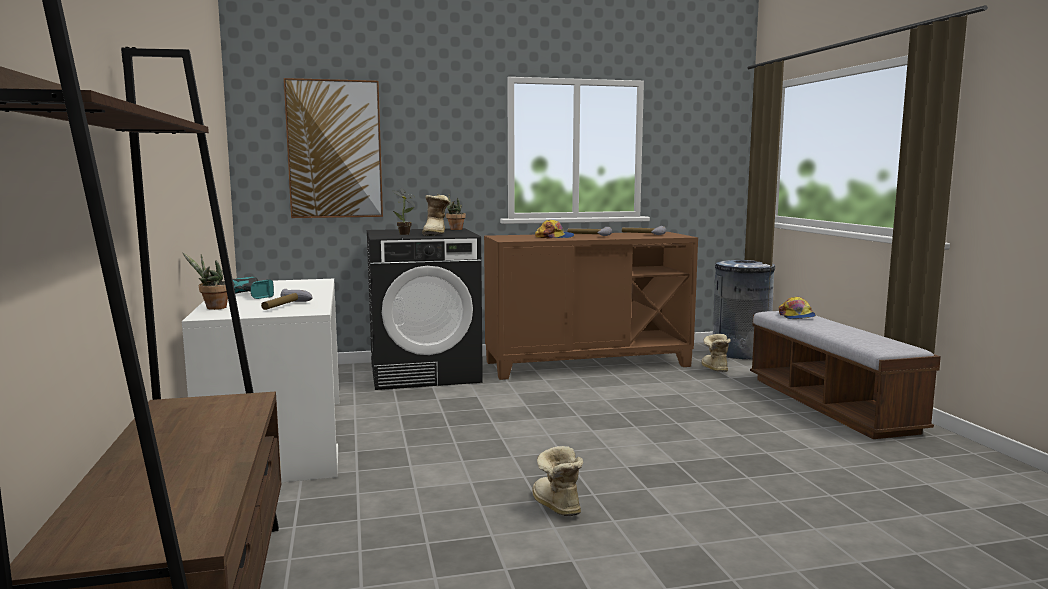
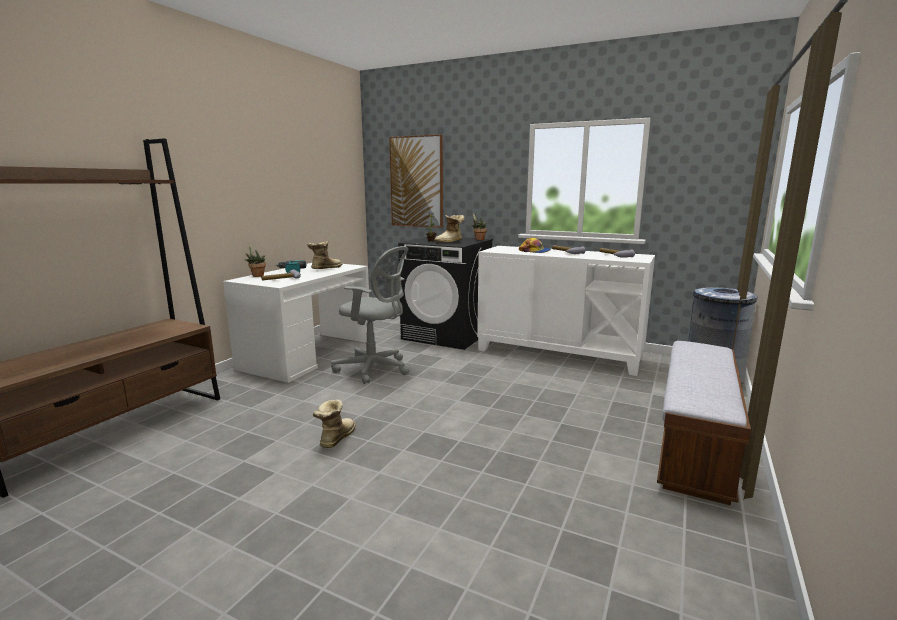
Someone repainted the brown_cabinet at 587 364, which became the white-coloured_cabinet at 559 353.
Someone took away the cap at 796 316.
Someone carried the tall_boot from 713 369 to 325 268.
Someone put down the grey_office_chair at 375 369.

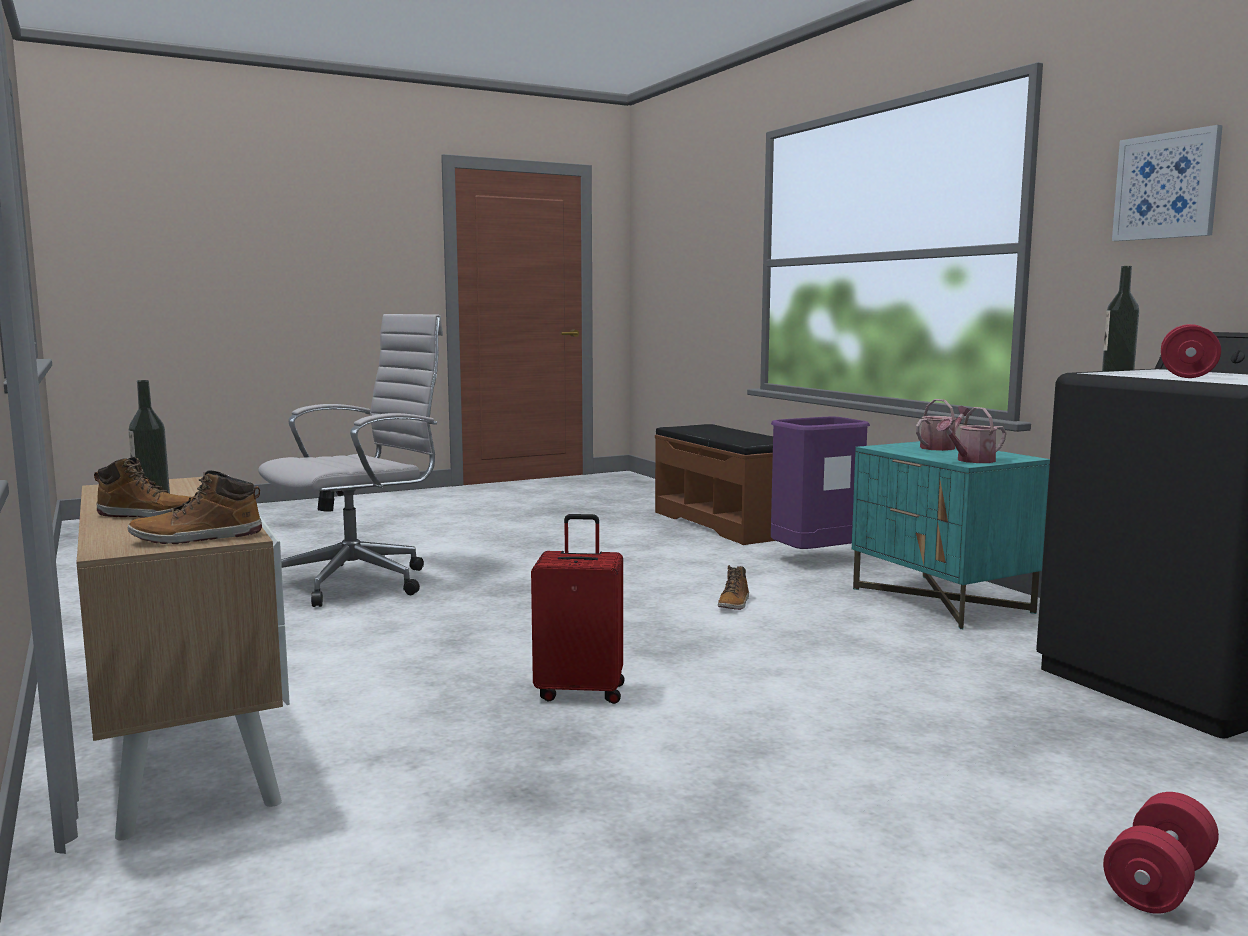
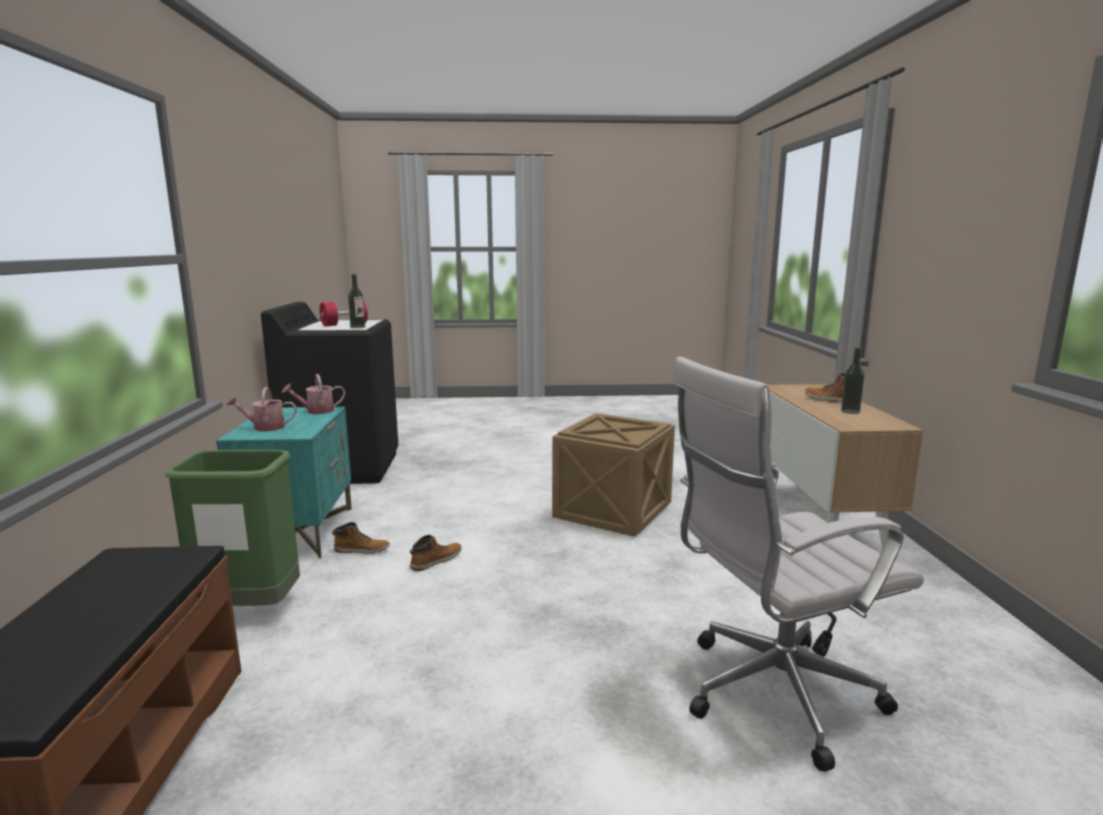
Someone took away the wall_picture at 1166 186.
Someone rotated the sprinkling_can at 971 460 by 150 degrees clockwise.
Someone repainted the purple-coloured_waste_bin at 815 560, which became the green-coloured_waste_bin at 249 610.
Someone carried the tall_boot from 197 538 to 362 550.
Someone swapped the red-coloured_suitcase at 581 691 for the packing_crate at 612 512.
Someone took away the red-coloured_free_weight at 1158 882.

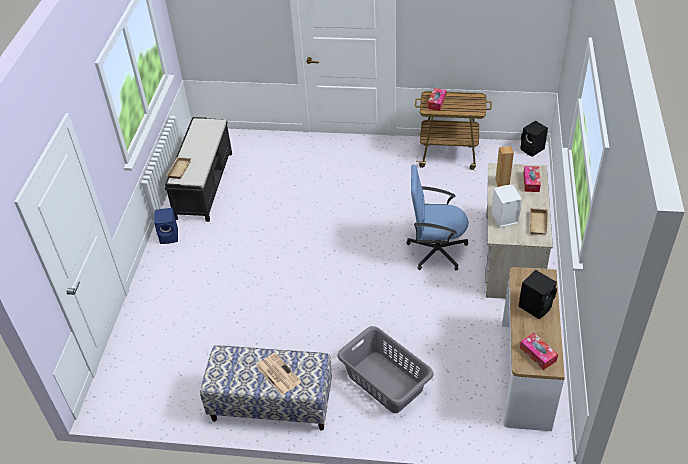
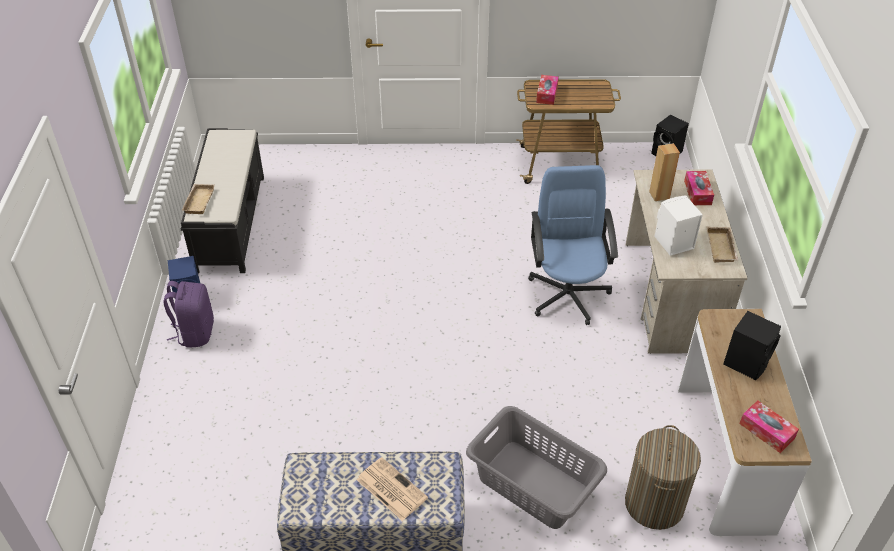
Someone rotated the bluish_office_chair at 436 251 by 90 degrees clockwise.
Someone put down the purple-coloured_backpack at 195 332.
Someone put down the washing_basket at 654 504.

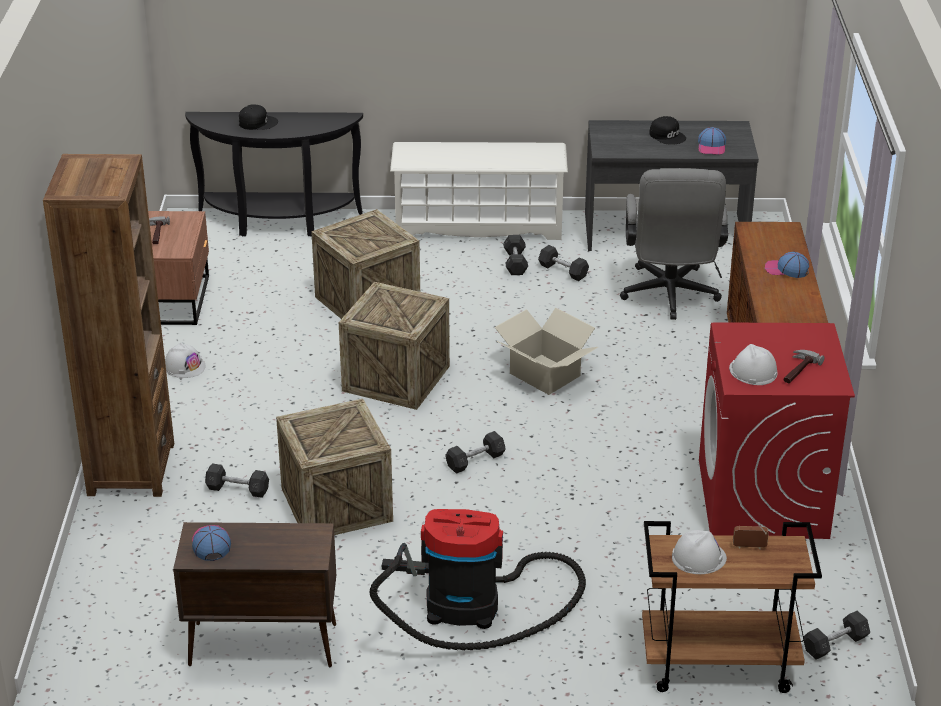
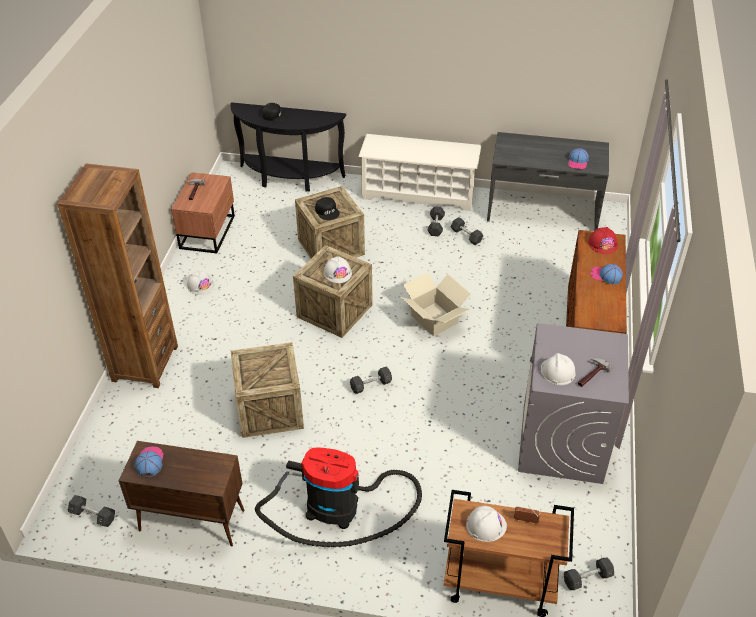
Someone carried the blackish_cap from 667 135 to 327 211.
Someone took away the grey_office_chair at 669 297.
Someone repainted the red-coloured_laundry_machine at 763 499, which became the grey_laundry_machine at 562 443.
Someone carried the grey_free_weight from 237 489 to 93 515.
Someone put down the red-coloured_safety_helmet at 603 244.
Someone put down the white-coloured_safety_helmet at 337 273.

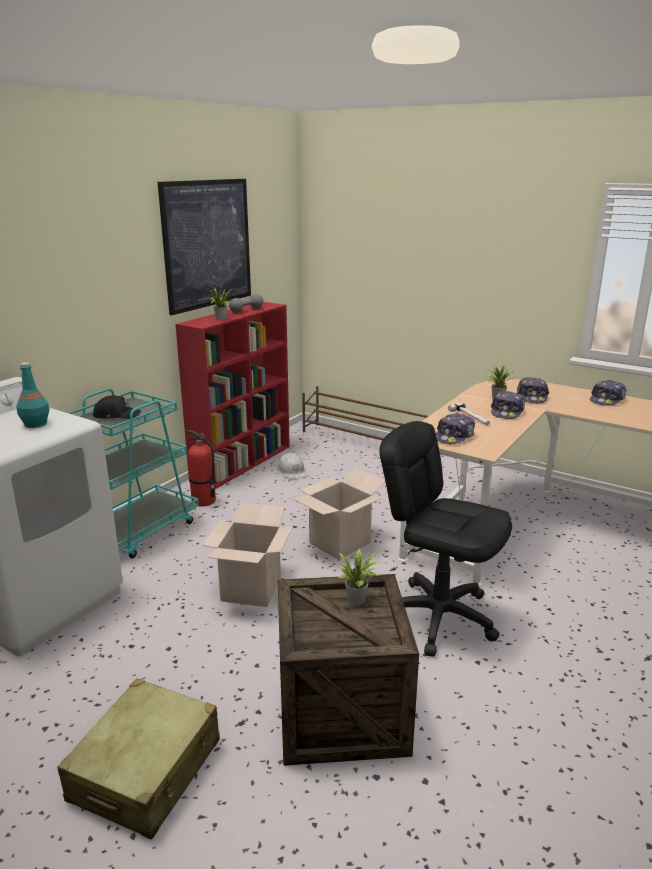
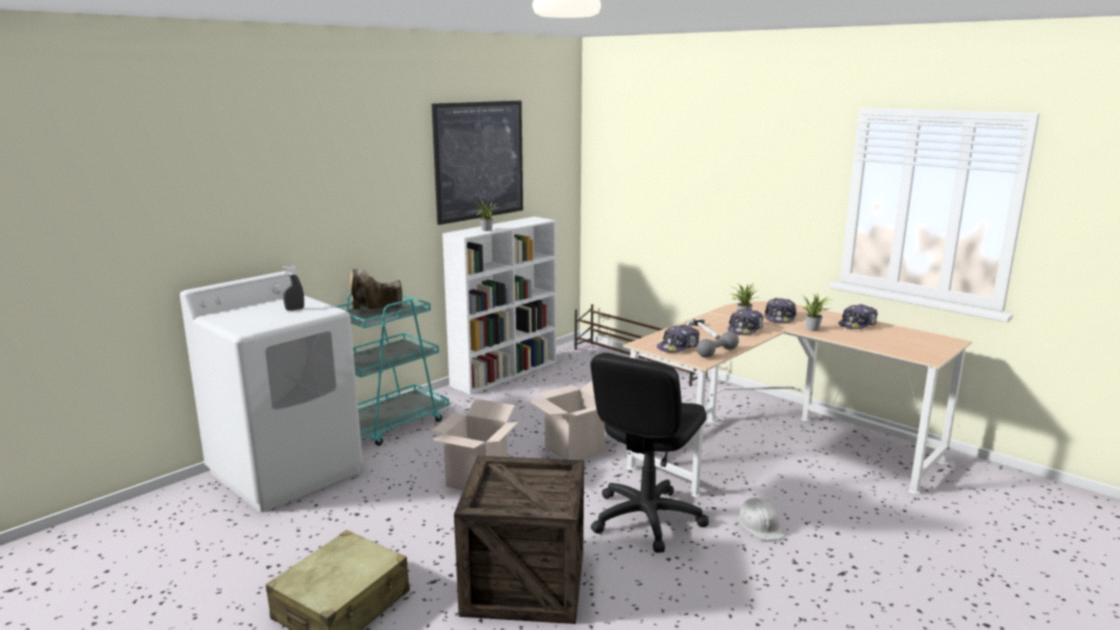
Someone carried the grey_free_weight from 246 310 to 717 353.
Someone repainted the red-coloured_bookshelf at 242 462, which became the white-coloured_bookshelf at 505 373.
Someone swapped the turquoise_bottle at 35 424 for the grey_hand_sprayer at 295 309.
Someone swapped the blackish_cap at 117 415 for the brown_tall_boot at 375 311.
Someone rotated the blackish_office_chair at 438 617 by 105 degrees counterclockwise.
Someone took away the extinguisher at 203 501.
Someone carried the white-coloured_safety_helmet from 292 471 to 759 525.
Someone carried the houseplant from 358 599 to 814 329.

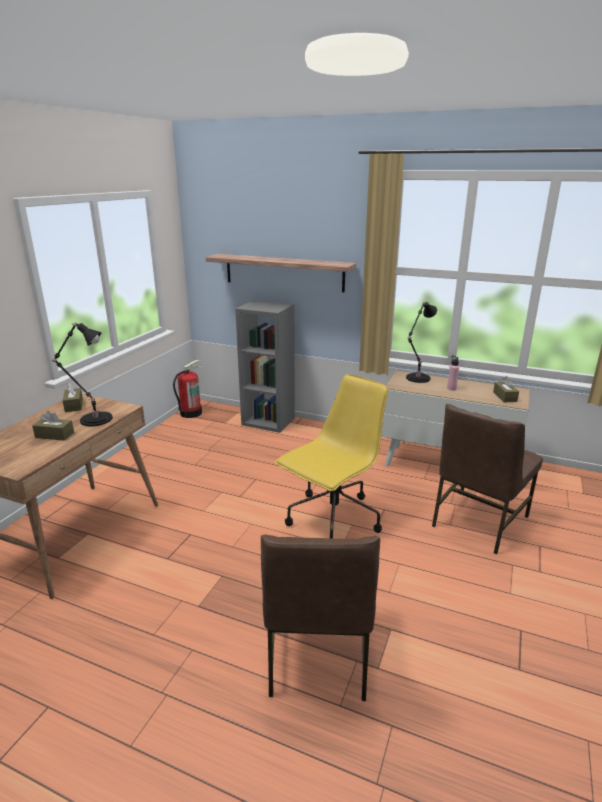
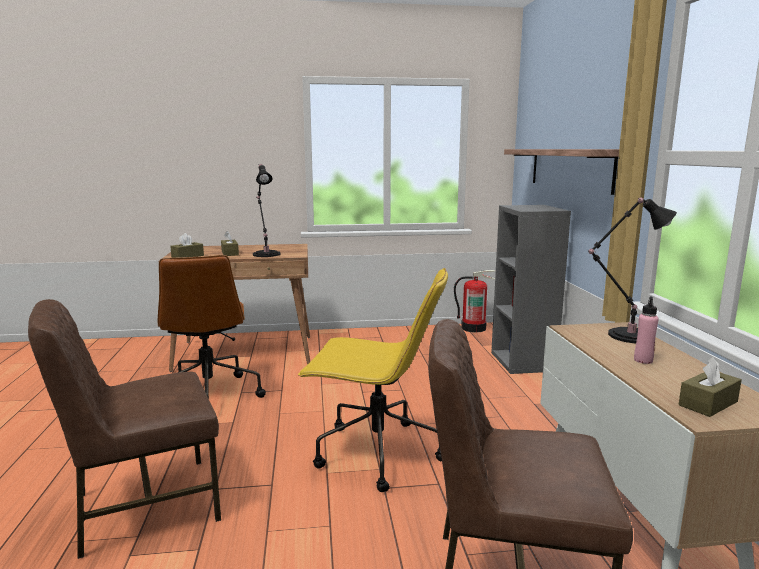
Someone carried the brown_tissue_box from 74 405 to 187 256.
Someone put down the brown_office_chair at 209 396.

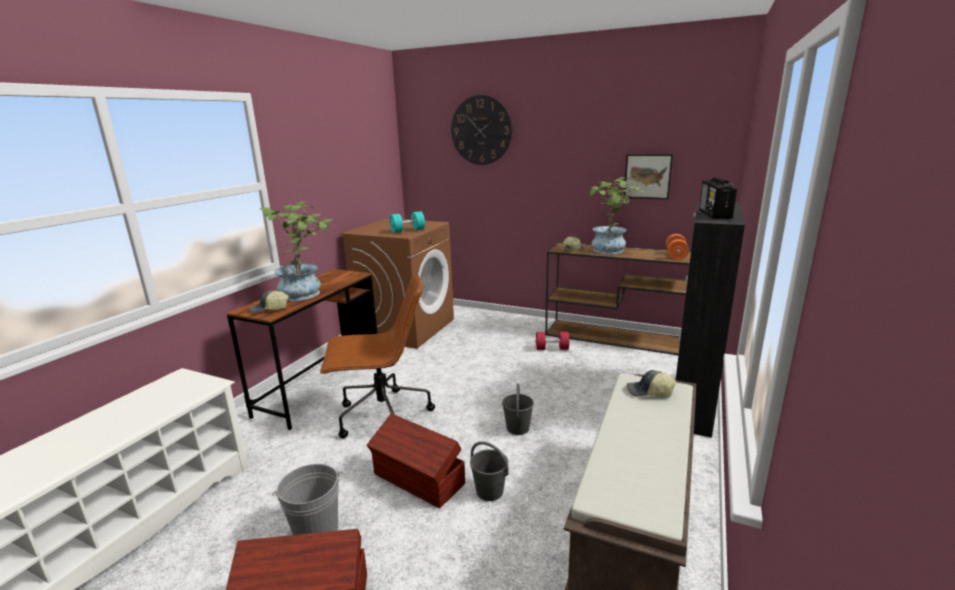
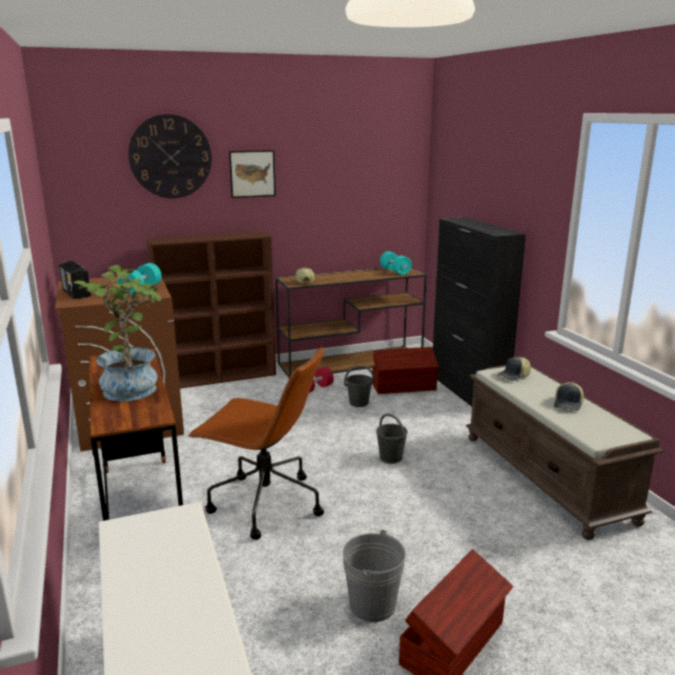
Someone carried the wall_picture from 647 176 to 252 173.
Someone took away the houseplant at 611 251.
Someone carried the radio from 714 215 to 76 293.
Someone repainted the orange_free_weight at 675 255, which became the turquoise_free_weight at 395 271.
Someone rotated the brown_office_chair at 382 417 by 75 degrees clockwise.
Someone carried the cap from 269 309 to 568 404.
Someone carried the brown_storage_bin from 418 480 to 404 387.
Someone carried the grey_water_bucket from 490 491 to 359 403.
Someone put down the brown_bookshelf at 220 377.

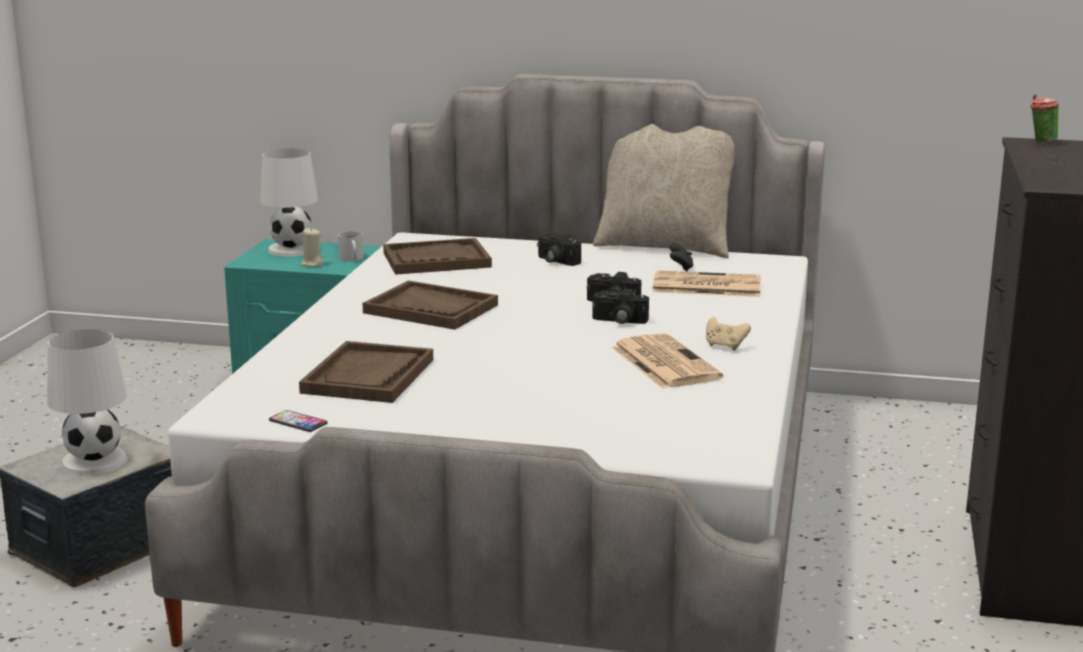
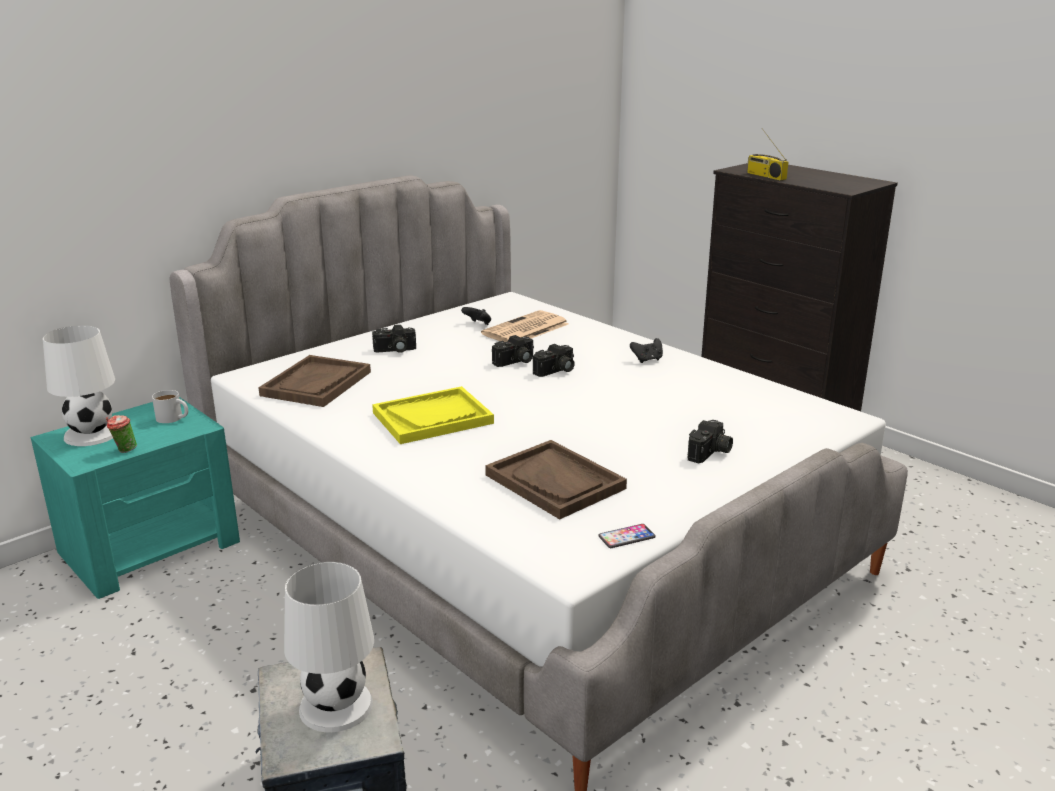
Someone carried the cup from 1041 142 to 124 450.
Someone took away the beige-coloured_pillow at 665 246.
Someone took away the beige-coloured_candle at 312 264.
Someone repainted the brown_carrying_tray at 431 309, which became the yellow_carrying_tray at 433 418.
Someone repainted the beige-coloured_joypad at 725 346, which became the blackish_joypad at 647 360.
Someone took away the newspaper at 663 362.
Someone put down the radio at 765 176.
Someone put down the still_camera at 710 453.

